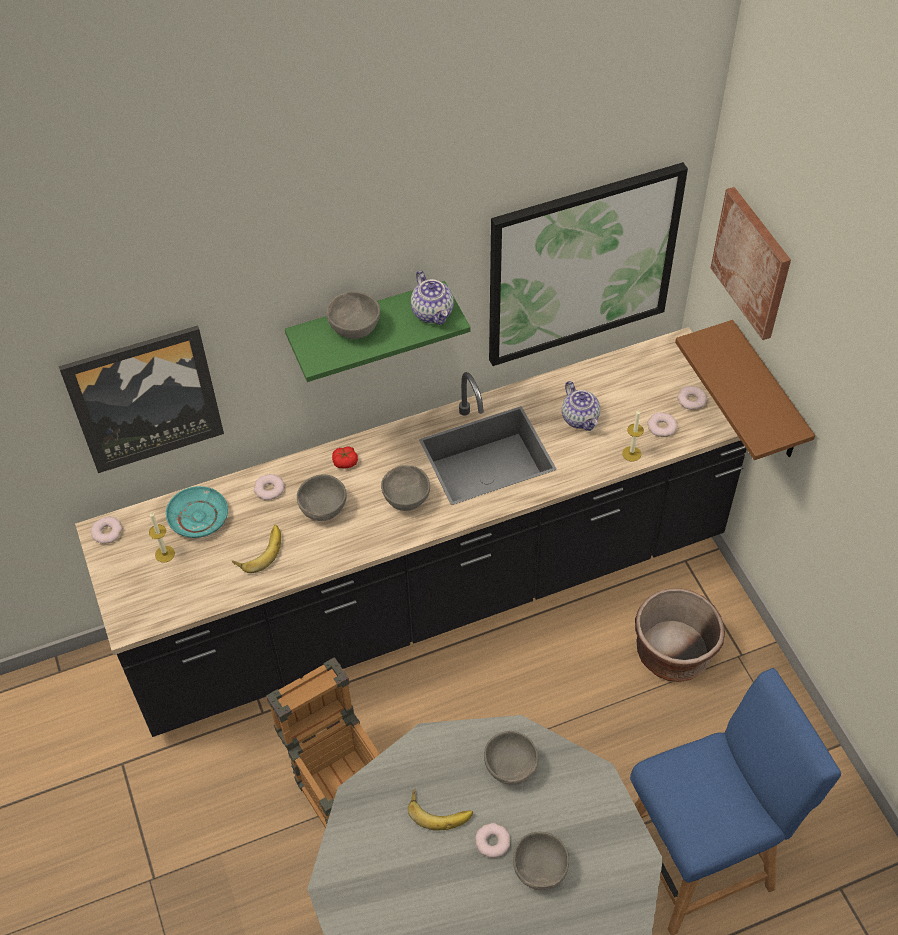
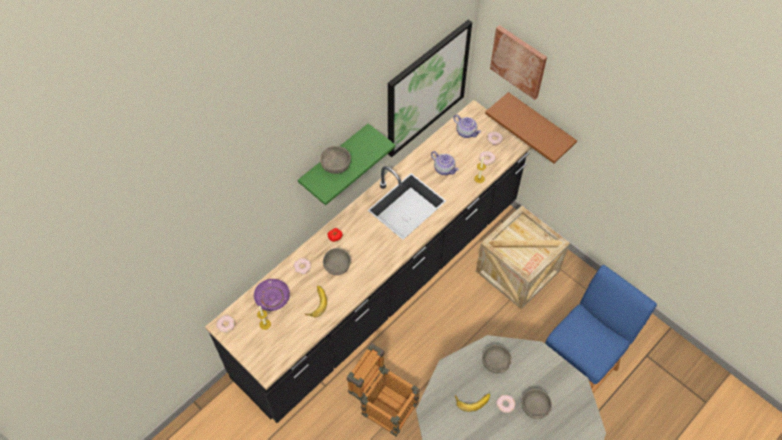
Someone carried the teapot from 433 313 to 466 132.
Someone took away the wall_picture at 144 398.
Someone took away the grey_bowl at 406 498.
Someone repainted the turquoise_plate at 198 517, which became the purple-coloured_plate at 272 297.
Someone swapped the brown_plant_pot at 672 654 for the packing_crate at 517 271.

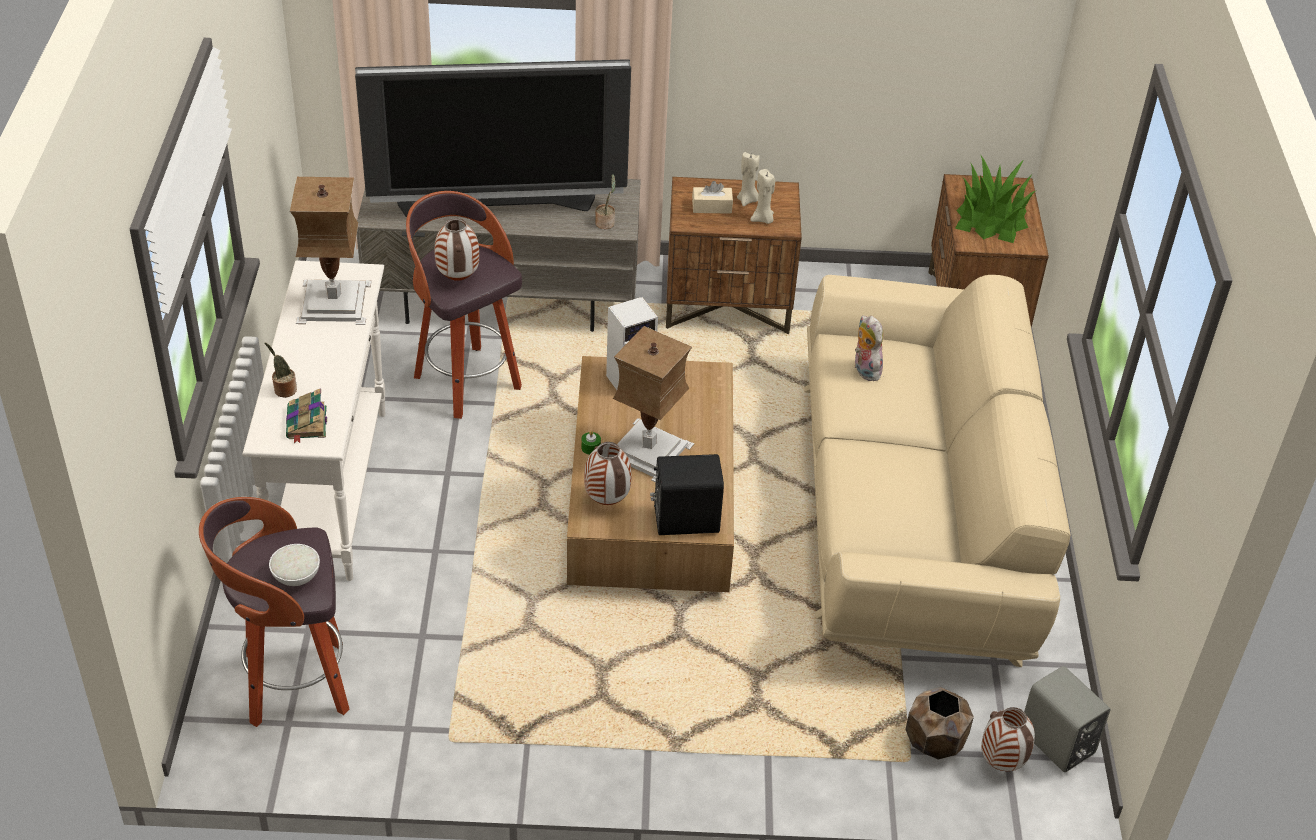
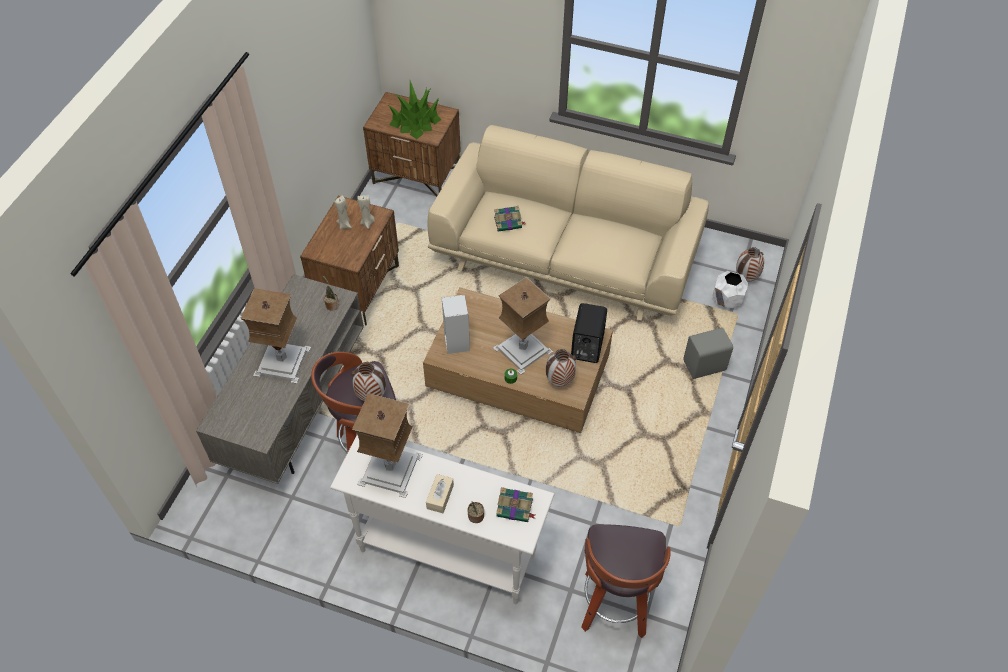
Someone swapped the TV_set at 498 204 for the tabletop_lamp at 281 360.
Someone carried the beige-coloured_tissue_box from 711 207 to 440 497.
Someone swapped the soft_toy at 864 370 for the bound_book at 508 222.
Someone took away the white-coloured_bowl at 296 577.
Someone carried the grey_loudspeaker from 1056 744 to 705 366.
Someone repainted the brown_plant_pot at 934 742, which became the white-coloured_plant_pot at 727 300.

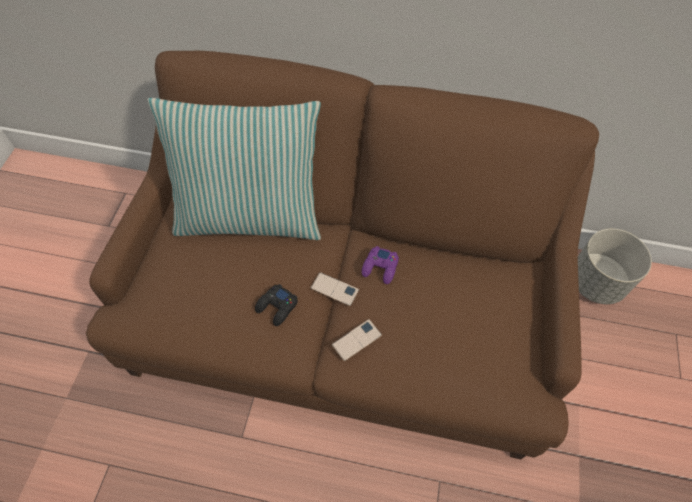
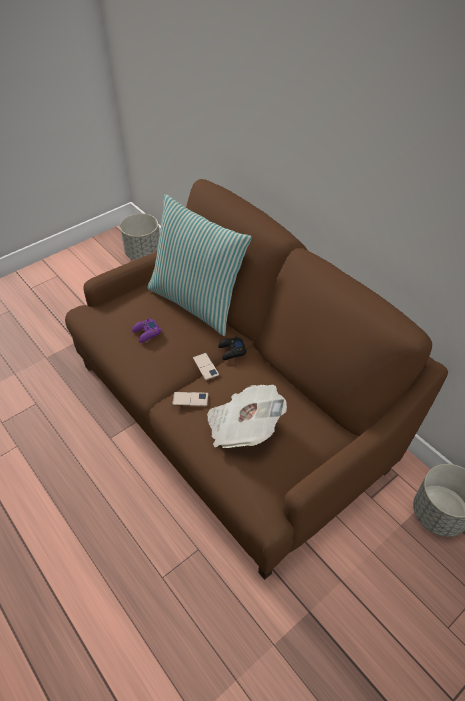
Someone carried the purple-coloured_joypad from 380 267 to 146 333.
Someone carried the blackish_joypad from 277 307 to 231 351.
Someone put down the grey_plant_pot at 143 253.
Someone put down the newspaper at 243 427.

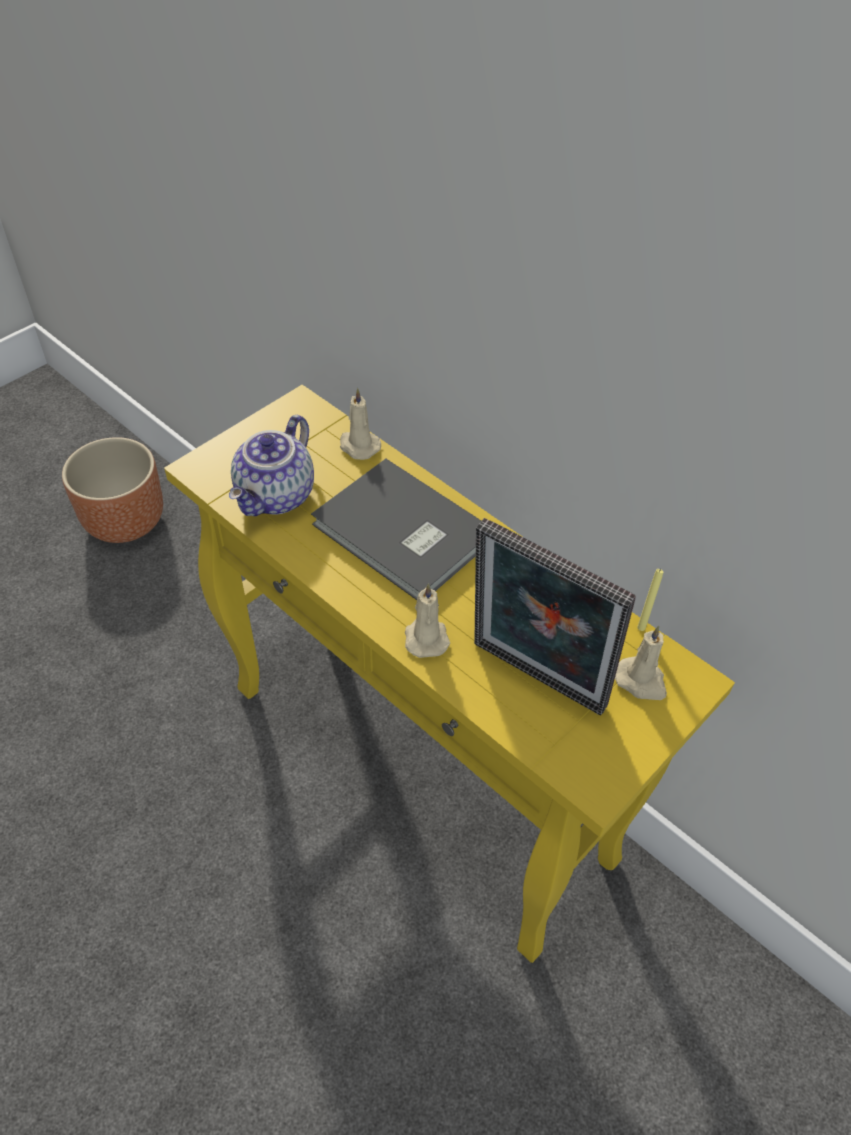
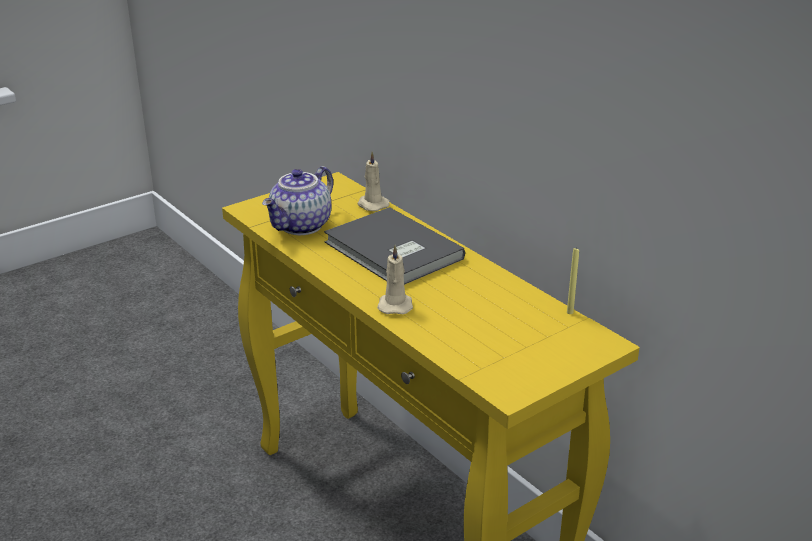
Someone took away the brown_plant_pot at 126 521.
Someone took away the photo_frame at 534 681.
Someone took away the beige-coloured_candle at 641 681.

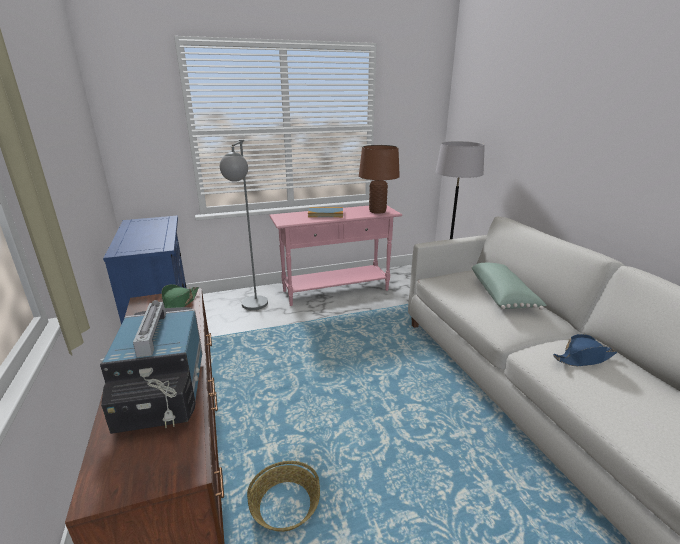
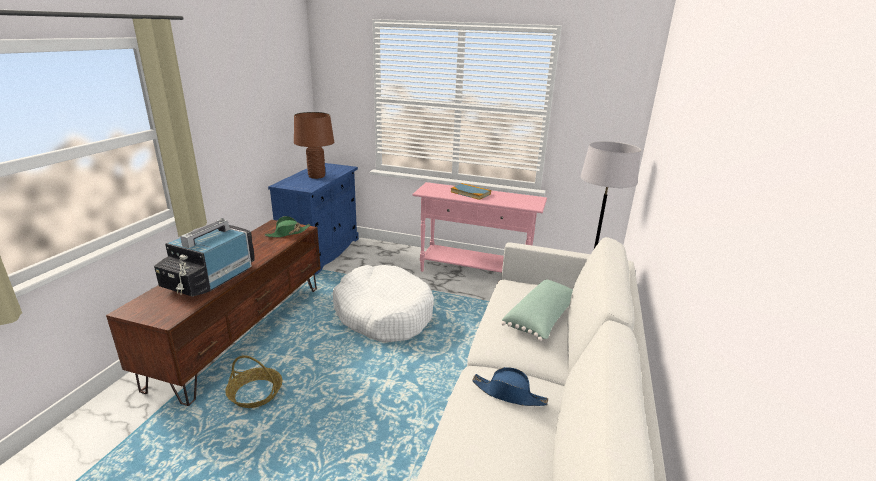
Someone took away the grey_standard_lamp at 253 308.
Someone carried the brown_tabletop_lamp from 377 211 to 316 176.
Someone put down the white-coloured_pet_bed at 383 314.

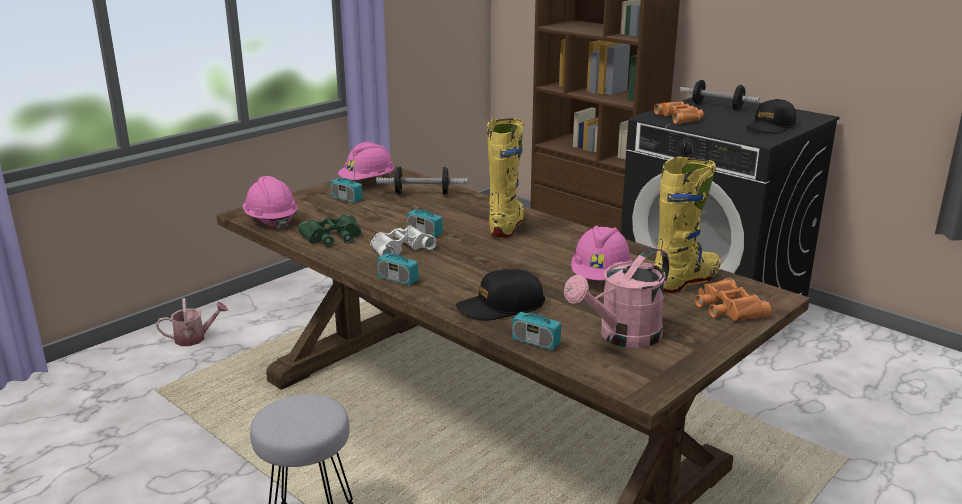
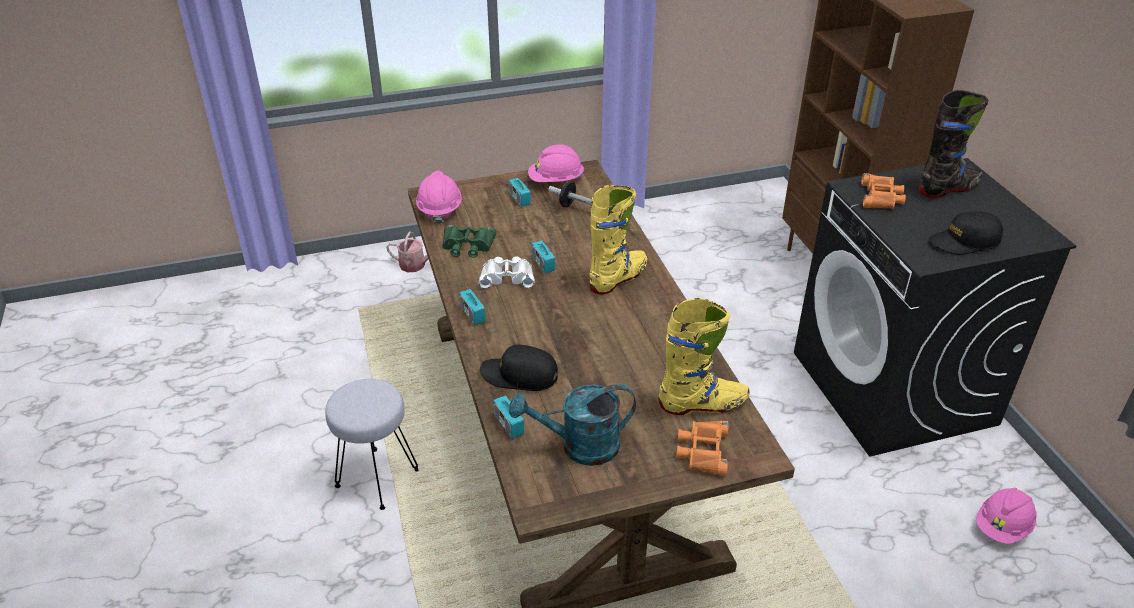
Someone swapped the free_weight at 717 107 for the blackish_tall_boot at 948 188.
Someone carried the pinkish_safety_helmet from 600 277 to 1002 527.
Someone repainted the pinkish_sprinkling_can at 622 337, which became the turquoise_sprinkling_can at 579 447.

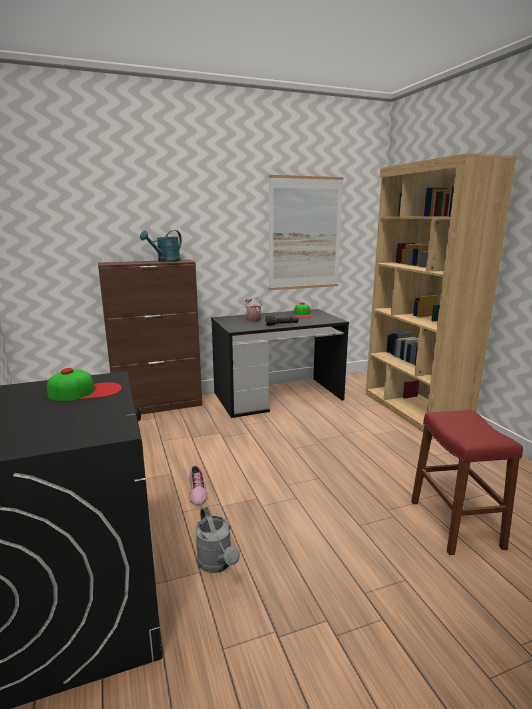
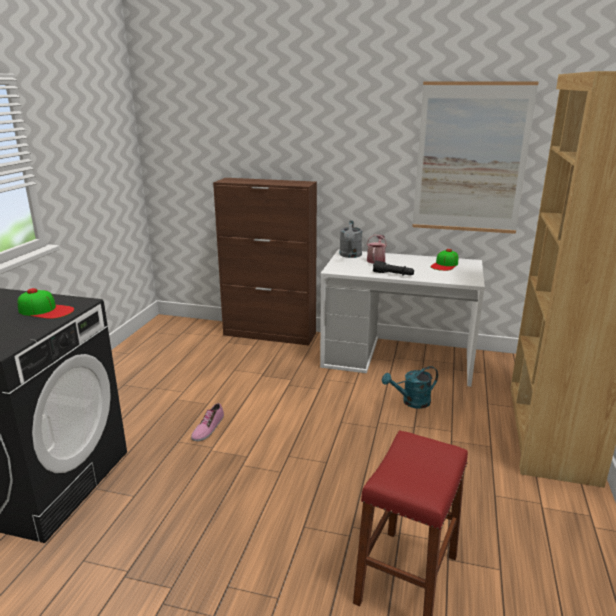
Someone carried the turquoise_sprinkling_can from 165 261 to 411 402.
Someone repainted the blackish_desk_table at 277 396, which became the white-coloured_desk_table at 397 358.
Someone carried the grey_sprinkling_can from 217 564 to 350 255.

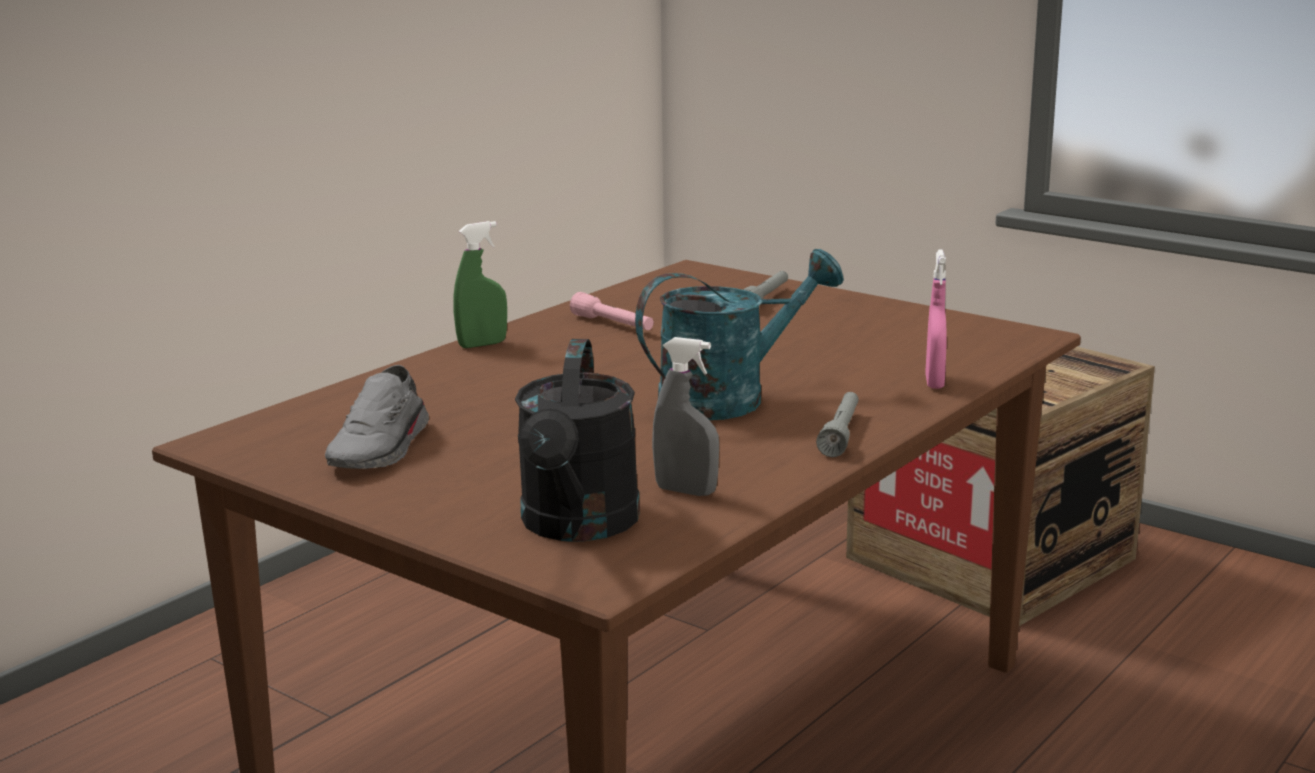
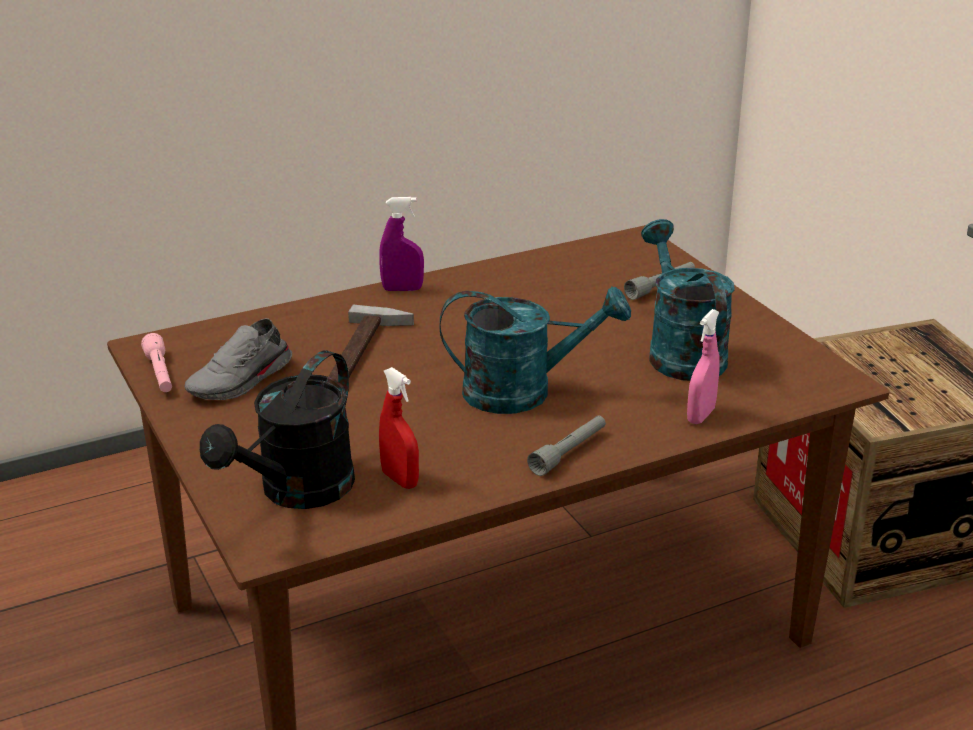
Someone repainted the green-coloured_hand_sprayer at 482 344, which became the purple-coloured_hand_sprayer at 402 289.
Someone carried the pinkish_flashlight from 613 325 to 160 374.
Someone repainted the grey_hand_sprayer at 686 491, which became the red-coloured_hand_sprayer at 400 479.
Someone put down the turquoise_sprinkling_can at 680 352.
Someone put down the hand_hammer at 363 354.

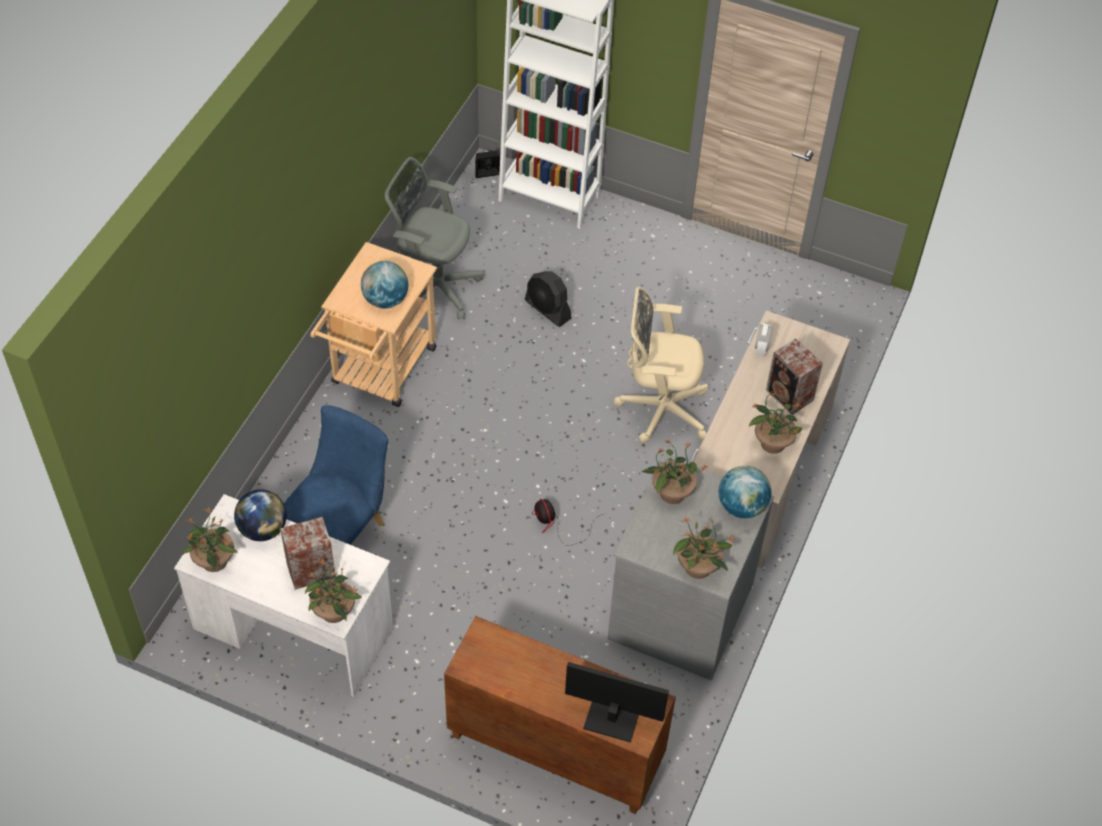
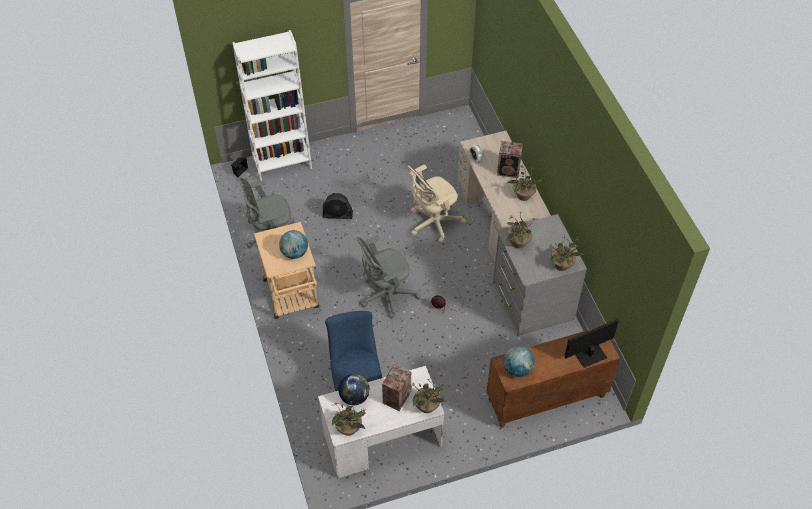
Someone carried the desk_globe from 742 506 to 517 369.
Someone put down the grey_office_chair at 386 295.

